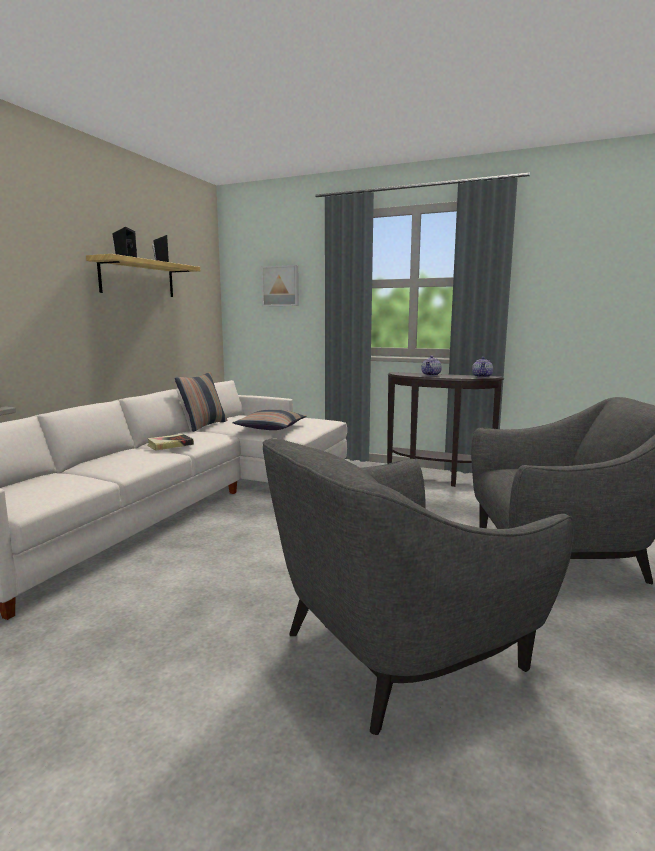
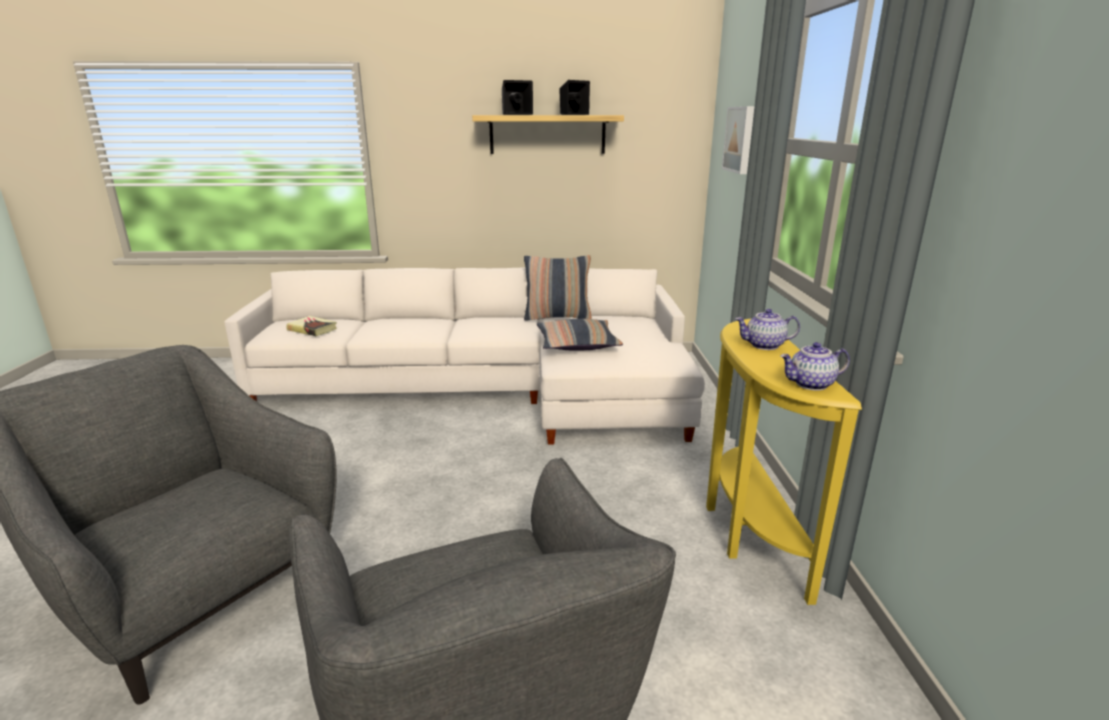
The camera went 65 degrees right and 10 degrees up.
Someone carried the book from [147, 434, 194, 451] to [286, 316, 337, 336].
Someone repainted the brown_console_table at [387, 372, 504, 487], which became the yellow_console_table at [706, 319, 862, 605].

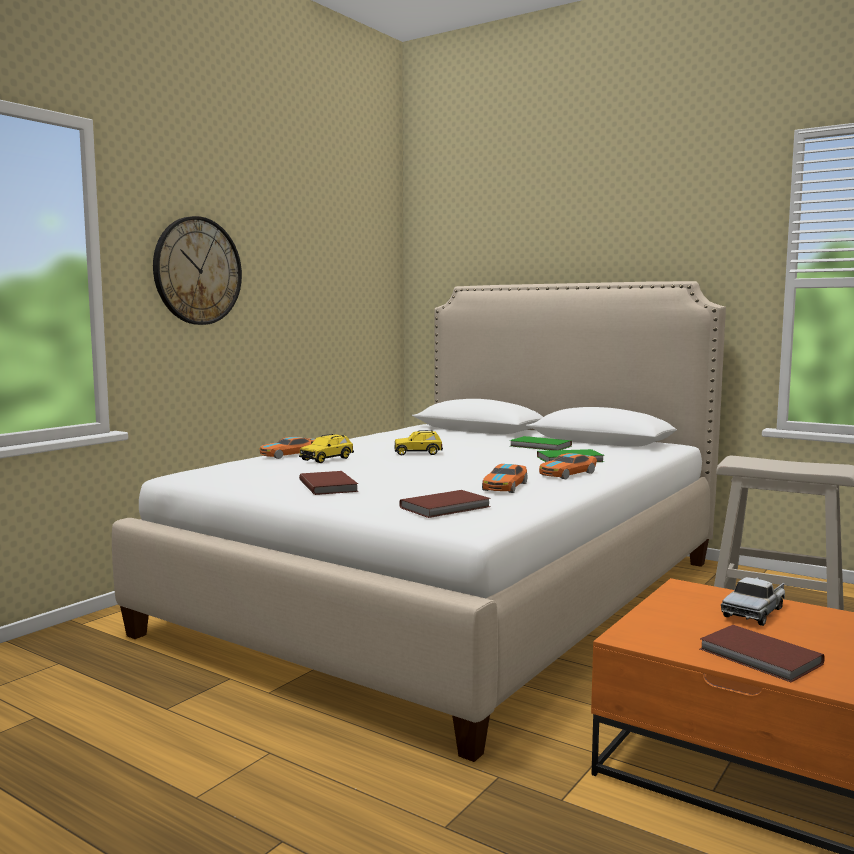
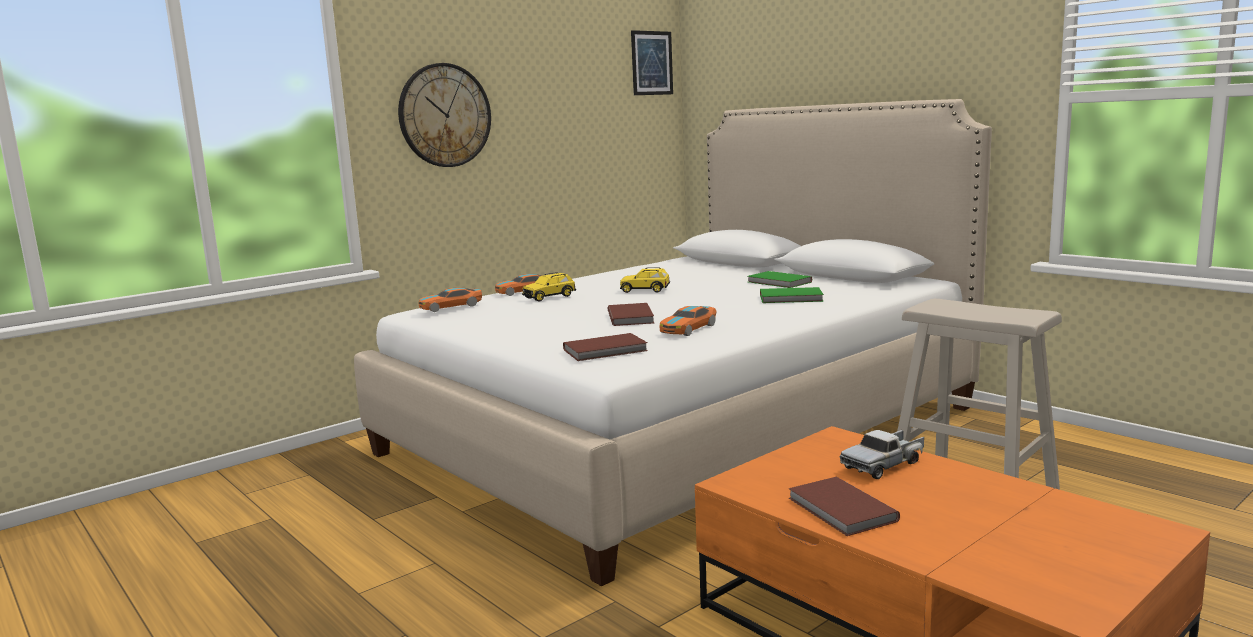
The camera went 15 degrees right and 5 degrees up.
Someone carried the toy_car from [539, 453, 597, 479] to [418, 287, 482, 312].
Someone carried the brown_book from [299, 471, 358, 495] to [608, 303, 654, 326].
Someone put up the picture at [631, 30, 673, 95].

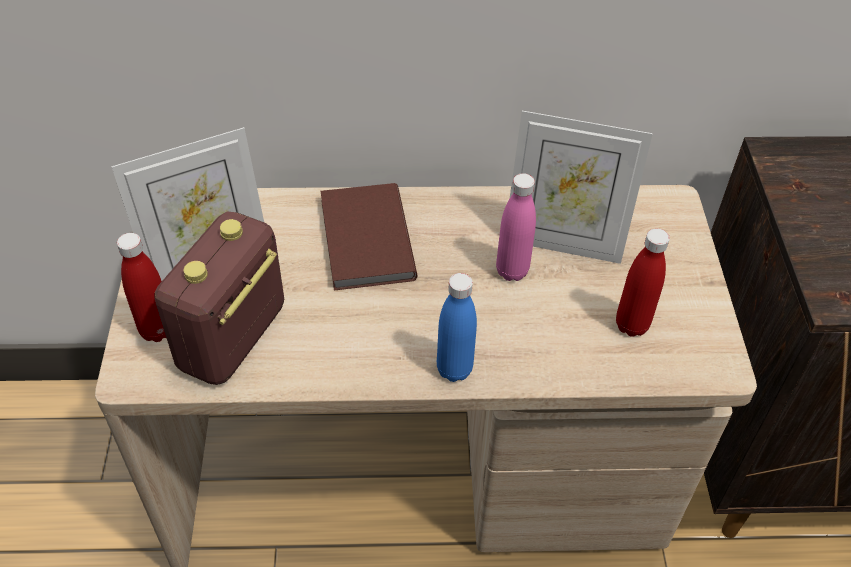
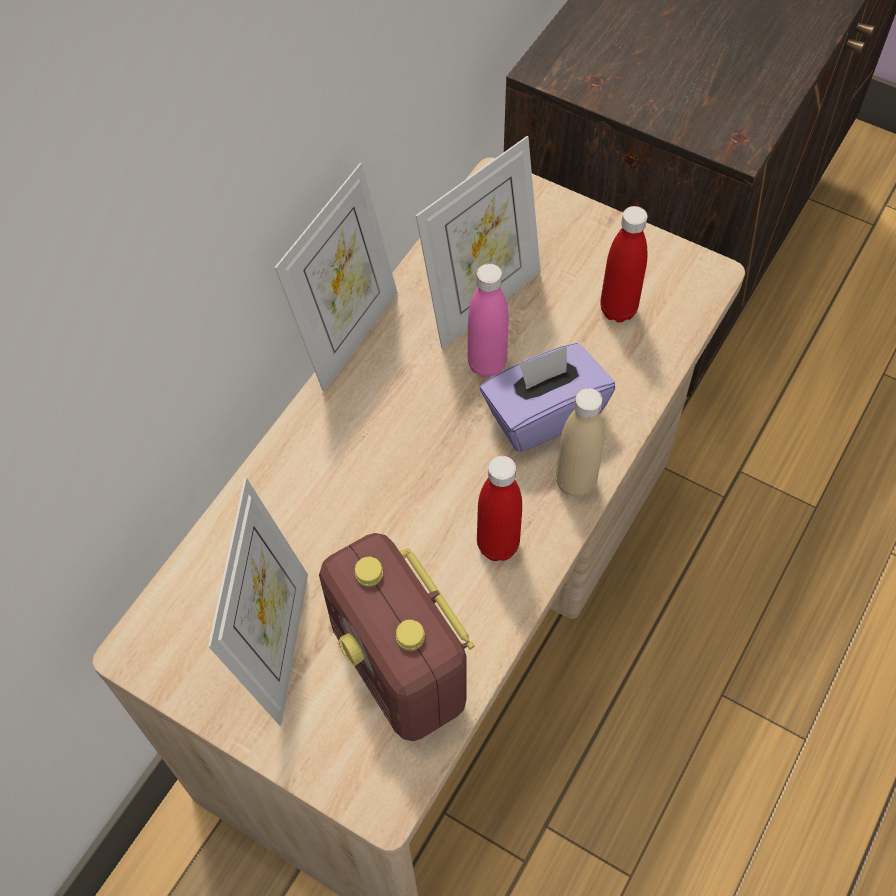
The camera went 55 degrees left and 10 degrees up.
Someone put down the picture_frame at [274, 163, 398, 392].
Someone carried the red_bottle from [117, 233, 166, 342] to [477, 456, 522, 561].
Someone put down the purple_tissue_box at [480, 343, 615, 452].
Someone repainted the blue_bottle at [437, 273, 477, 382], which became the beige_bottle at [556, 388, 605, 498].
Someone took away the brown_book at [321, 183, 417, 290].

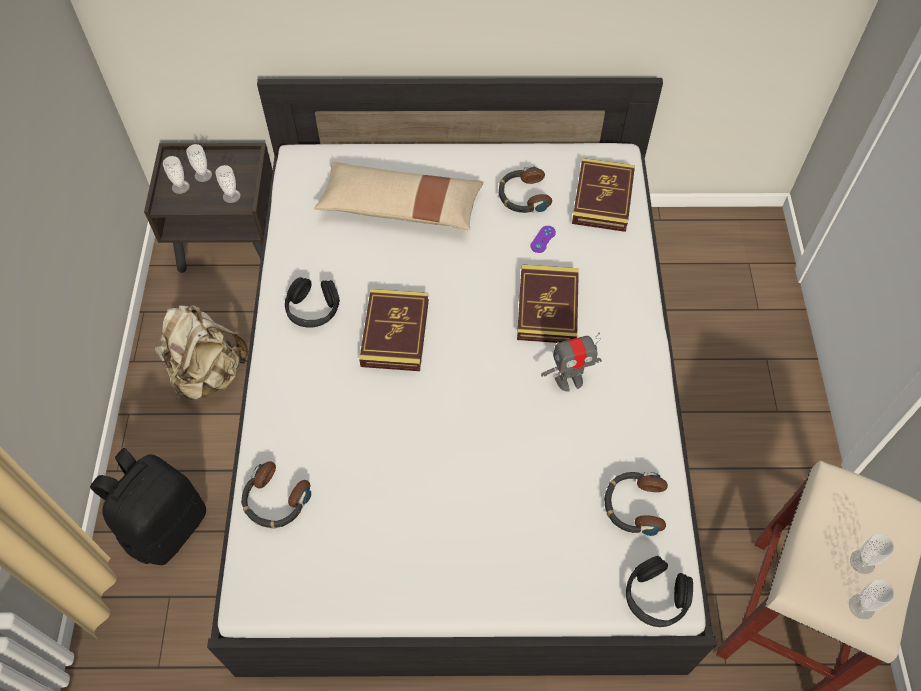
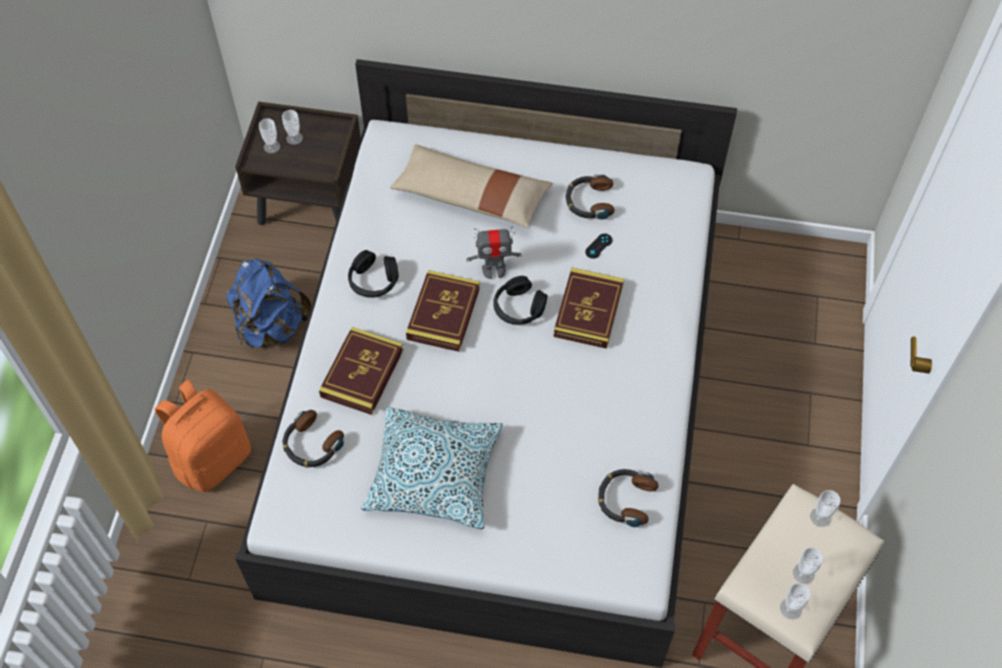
The camera went 10 degrees right and 0 degrees up.
Someone repainted the black_backpack at [90, 448, 206, 565], which became the orange_backpack at [155, 380, 251, 492].
Someone repainted the beige_backpack at [155, 305, 249, 400], which became the blue_backpack at [226, 259, 311, 348].
Someone carried the book from [572, 158, 635, 232] to [319, 327, 403, 415].
Someone put down the pillow at [361, 407, 503, 529].
Someone carried the toy_robot from [541, 333, 602, 391] to [466, 226, 522, 279].
Someone carried the black_headphones from [626, 556, 693, 627] to [493, 276, 547, 325].
Someone repainted the purple_game_controller at [531, 226, 556, 253], which became the black_game_controller at [585, 234, 612, 259].
Someone carried the cup from [215, 165, 241, 203] to [810, 490, 841, 527].

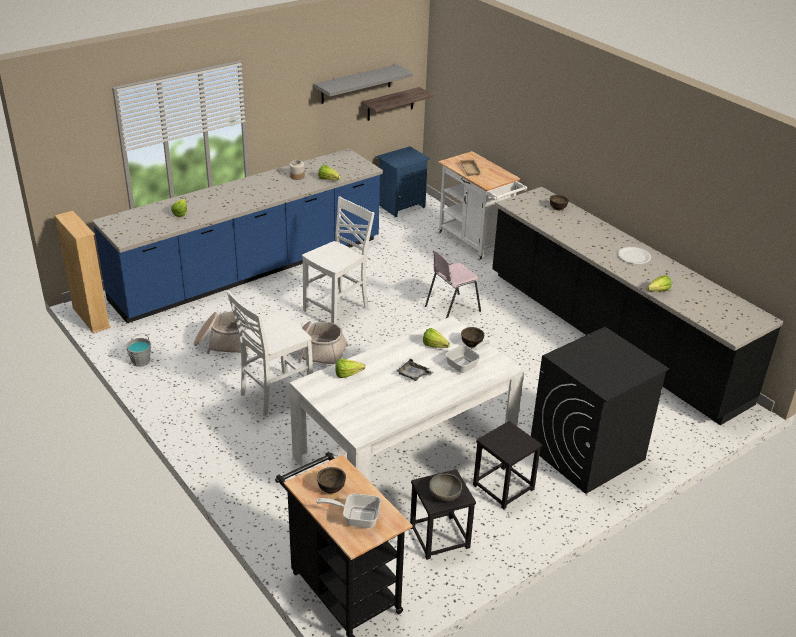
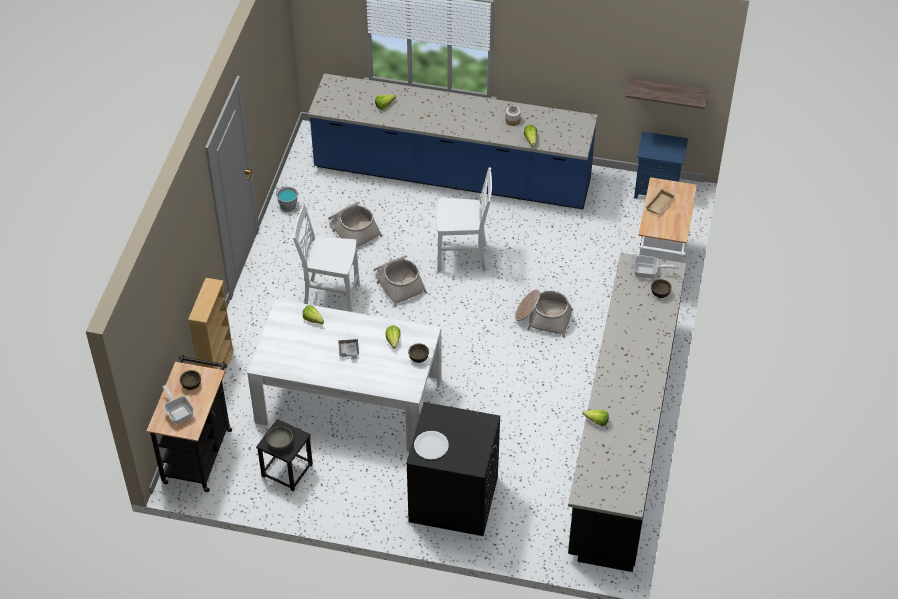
The camera went 50 degrees right and 15 degrees up.
Someone carried the beige_bookcase from [55, 211, 111, 334] to [188, 278, 234, 380].
Someone carried the white_plate from [618, 247, 651, 264] to [414, 431, 449, 460].
Someone swapped the pink_chair at [425, 250, 481, 318] for the basket at [515, 290, 573, 338].
Someone carried the frying_pan from [445, 340, 490, 373] to [634, 255, 677, 278].
Someone took away the grey_shelf at [314, 64, 413, 104].
Someone took away the black_stool at [473, 421, 542, 510].

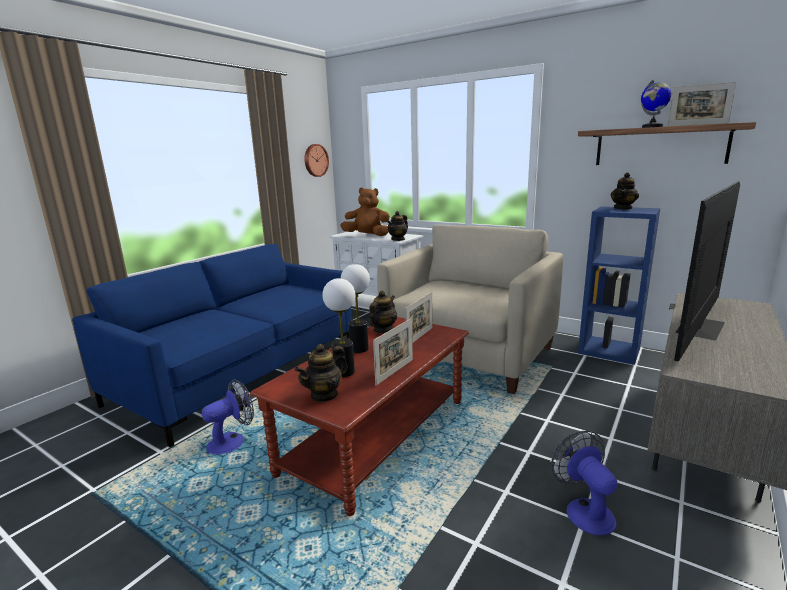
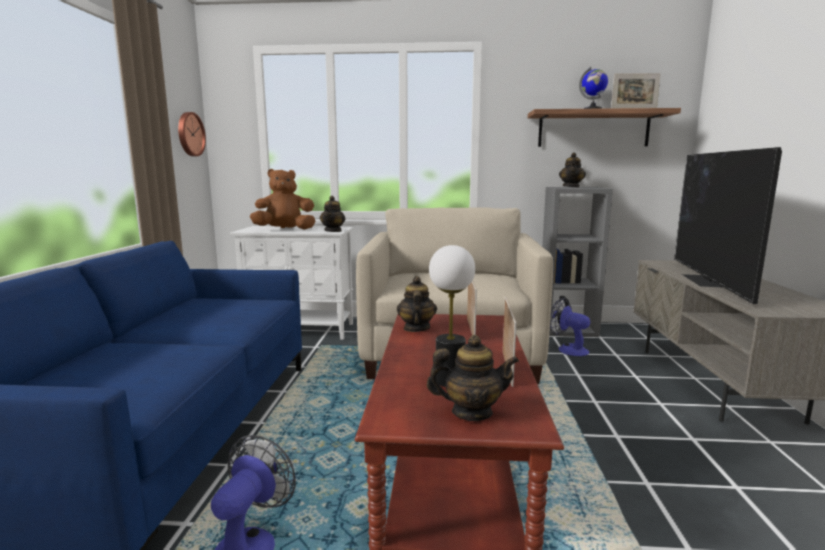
The camera went 30 degrees left and 5 degrees down.
Someone rotated the teapot at [295, 344, 348, 403] by 105 degrees counterclockwise.
Someone repainted the blue_bookcase at [578, 206, 660, 365], which became the grey_bookcase at [542, 187, 613, 337].
Someone carried the fan from [551, 431, 618, 536] to [550, 298, 590, 356].
Someone took away the table_lamp at [341, 264, 370, 353].

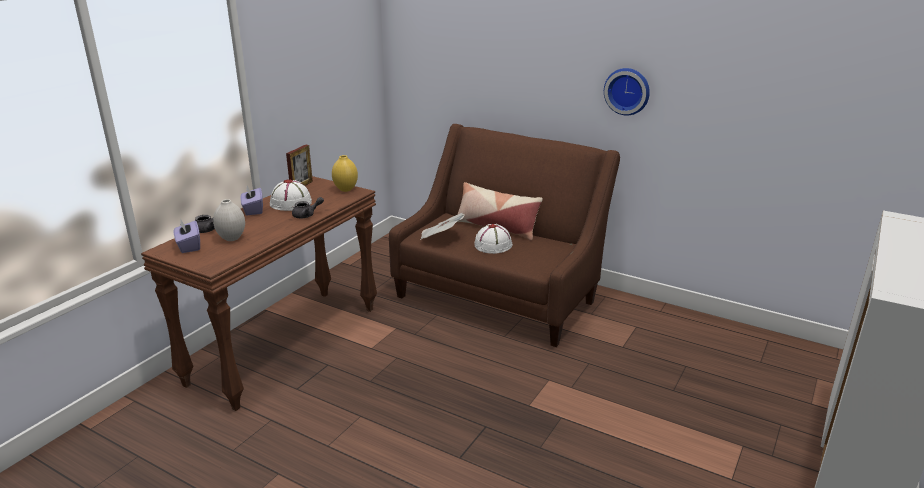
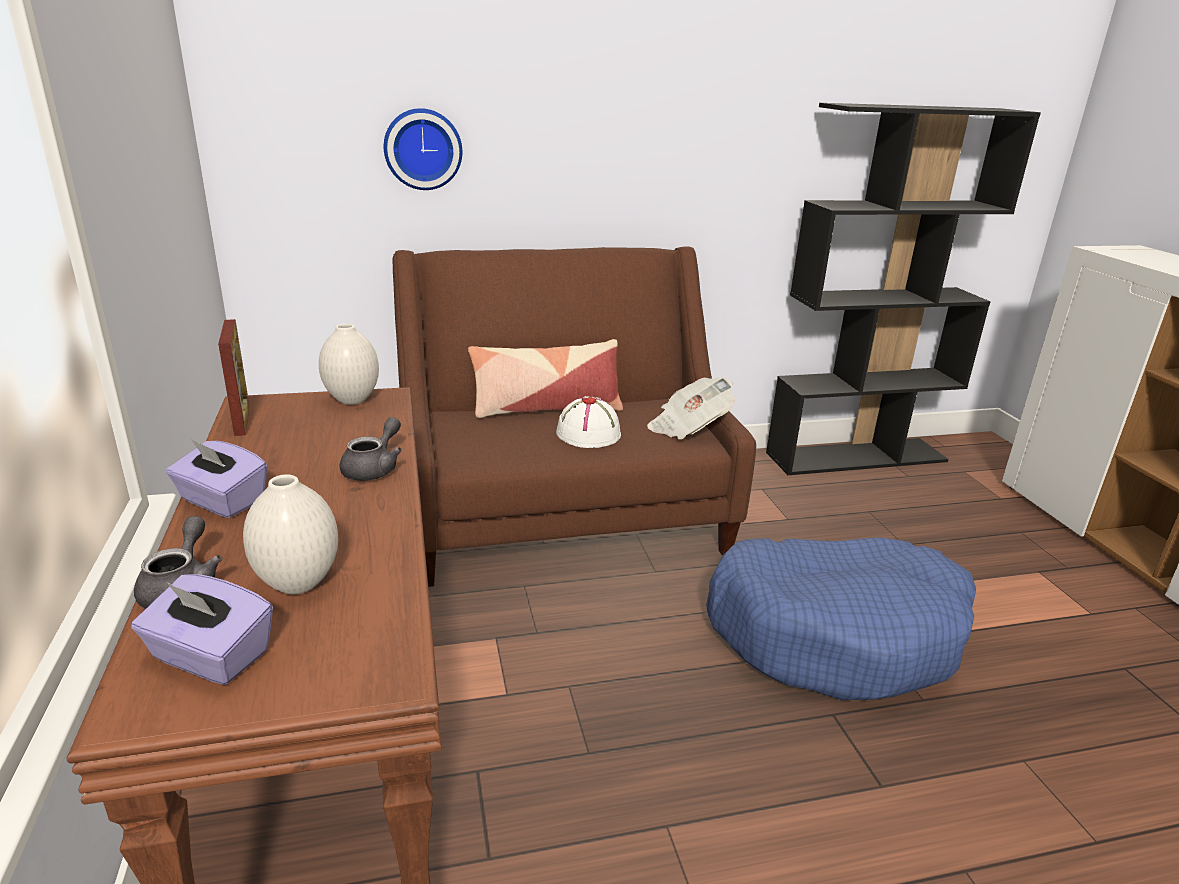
The camera went 45 degrees left and 0 degrees up.
Someone repainted the yellow_vase at [332, 155, 358, 192], which became the white_vase at [319, 323, 379, 405].
Someone carried the wall_clock from [604, 68, 650, 116] to [384, 108, 462, 190].
Someone carried the newspaper from [420, 213, 465, 240] to [647, 378, 735, 439].
Someone put down the blue_dog_bed at [706, 537, 976, 700].
Someone put down the black_bookcase at [766, 103, 1041, 475].
Someone took away the white_hat at [270, 179, 312, 211].

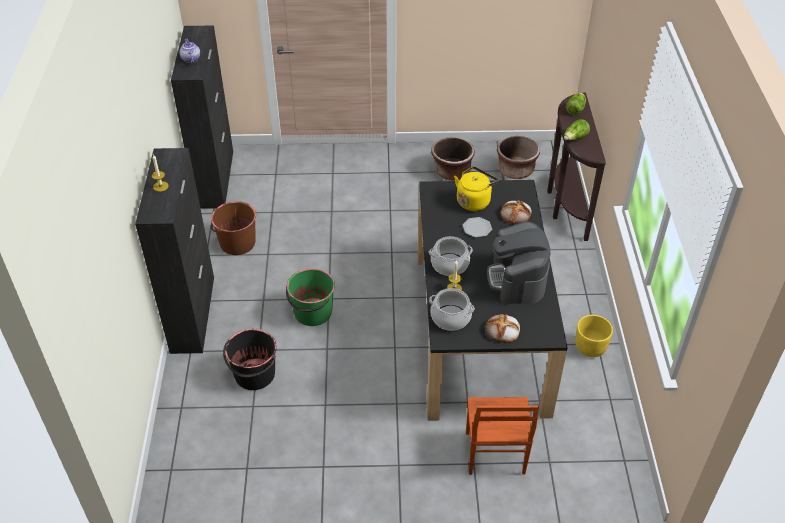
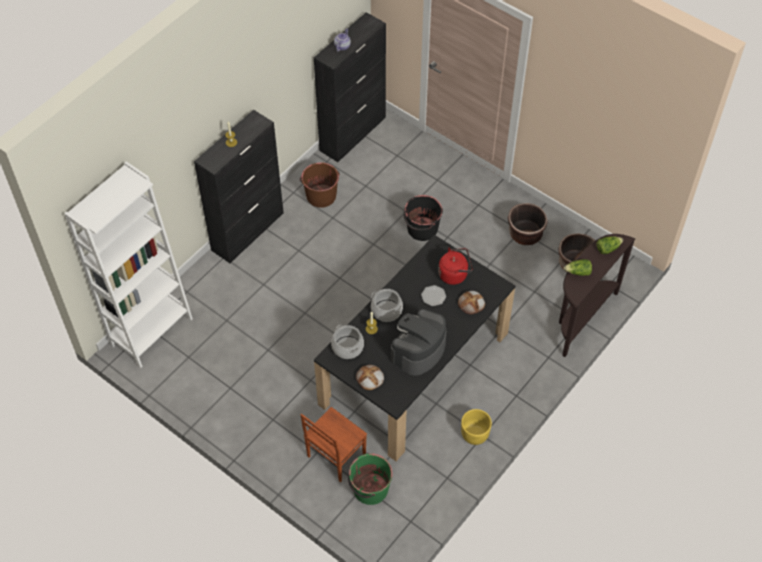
The camera went 40 degrees right and 10 degrees up.
Someone put down the white_bookcase at [64, 161, 193, 368].
Someone carried the green_bucket from [286, 268, 335, 326] to [348, 453, 393, 505].
Someone carried the black_bucket from [223, 329, 277, 390] to [404, 195, 443, 241].
Someone repainted the yellow_kettle at [454, 167, 498, 211], which became the red_kettle at [438, 248, 472, 285].

